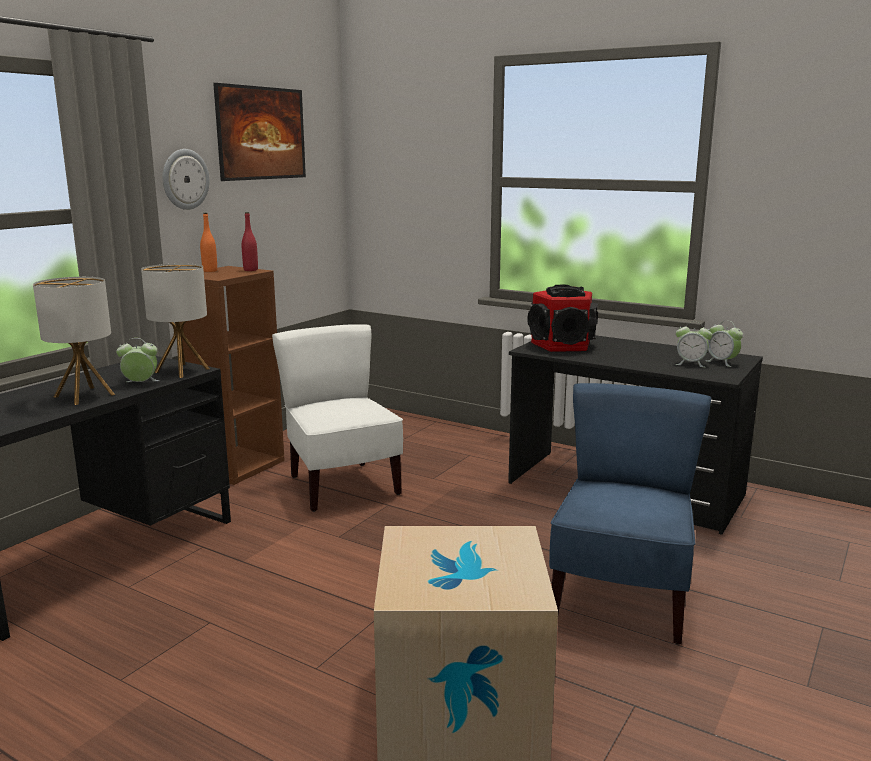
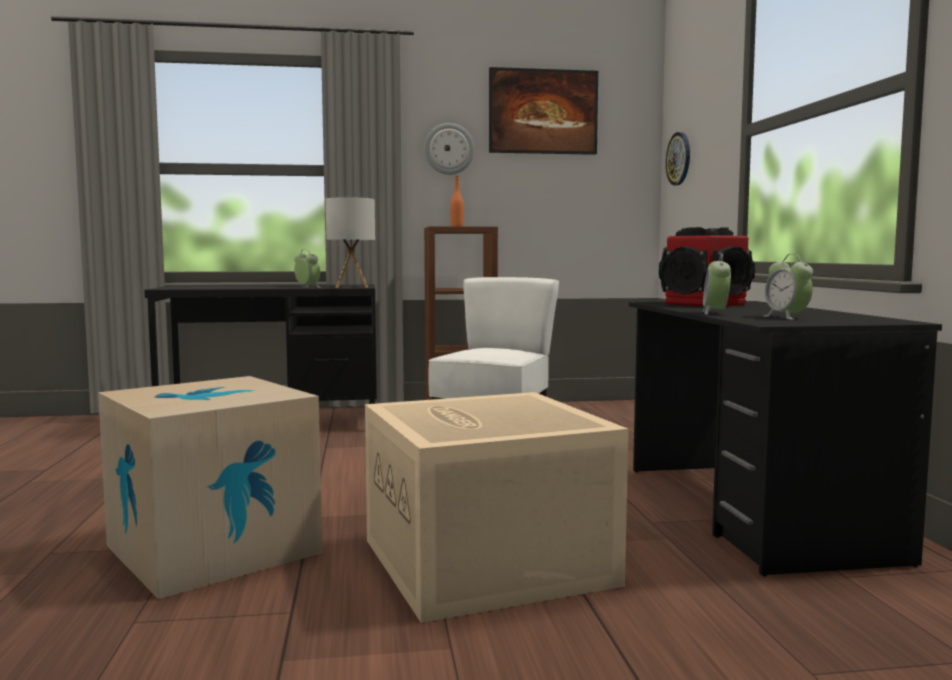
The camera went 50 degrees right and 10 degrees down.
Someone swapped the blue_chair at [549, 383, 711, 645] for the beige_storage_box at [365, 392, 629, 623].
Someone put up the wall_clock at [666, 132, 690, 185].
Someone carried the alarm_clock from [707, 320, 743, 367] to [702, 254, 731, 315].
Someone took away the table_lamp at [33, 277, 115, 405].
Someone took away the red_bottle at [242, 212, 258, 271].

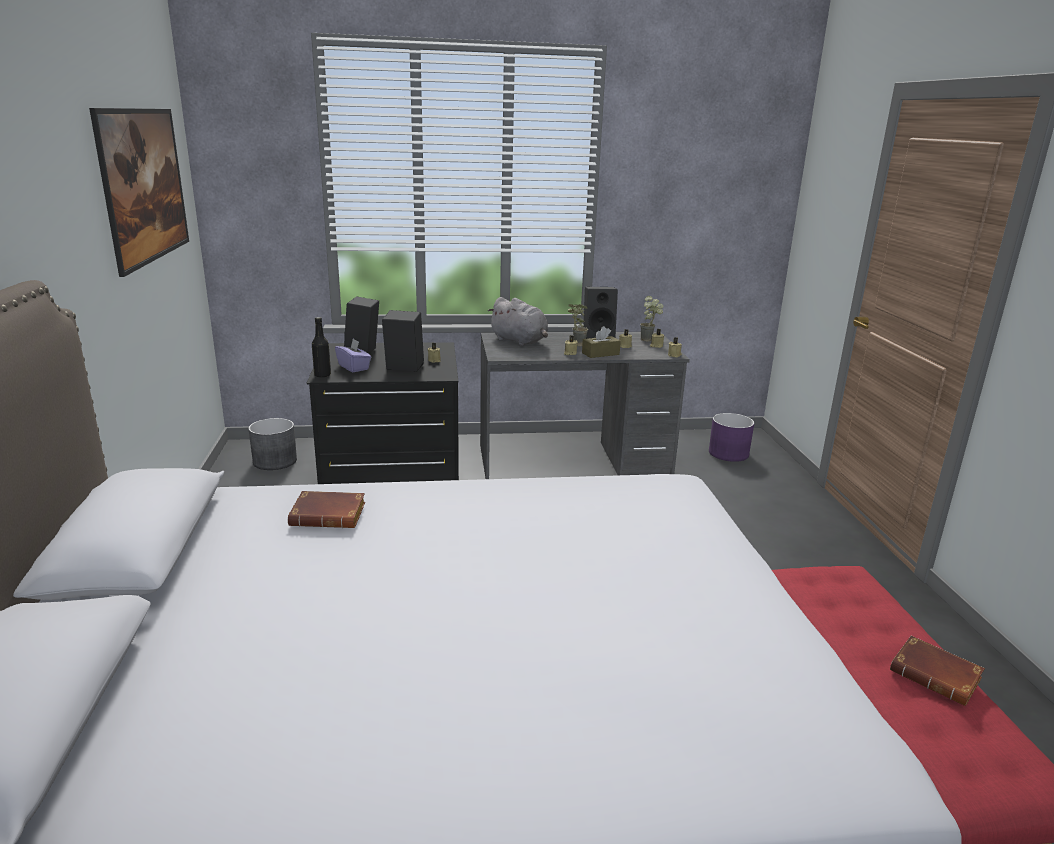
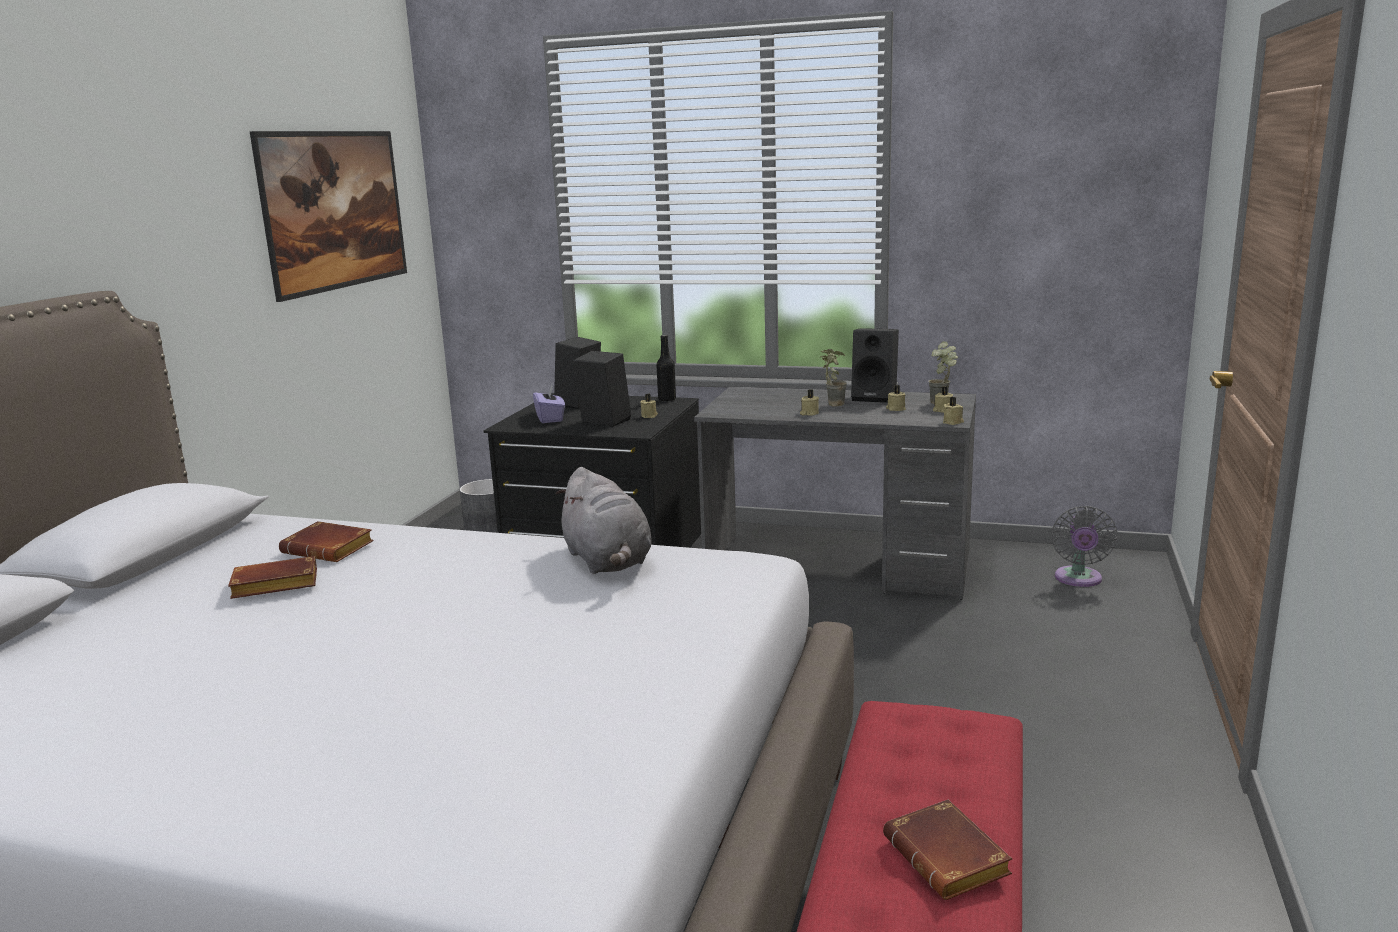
The camera went 25 degrees right and 5 degrees down.
Someone put down the brown_book at [228, 556, 317, 599].
Someone carried the grey_plush_toy from [488, 297, 548, 346] to [556, 467, 652, 574].
Someone carried the black_bottle from [312, 317, 331, 378] to [656, 335, 676, 402].
Someone swapped the purple_planter at [709, 413, 754, 462] for the grey_fan at [1051, 506, 1117, 587].
Someone took away the brown_tissue_box at [582, 326, 621, 358].

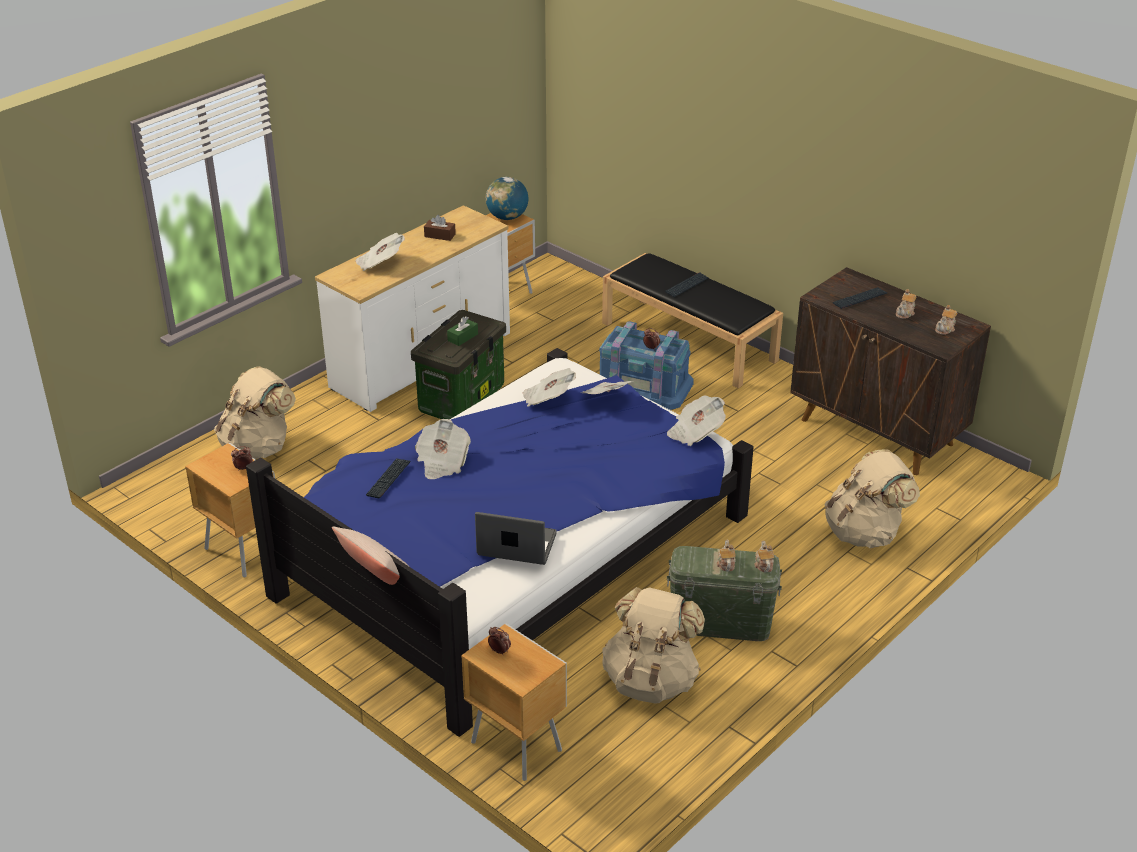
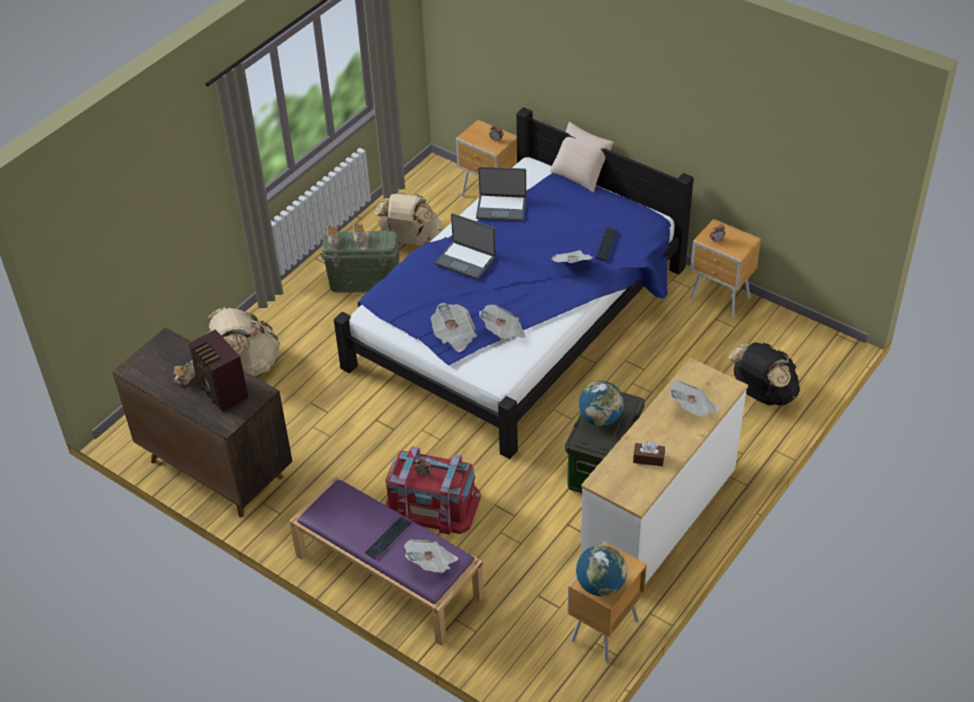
The camera went 175 degrees right and 10 degrees up.
Someone swapped the keyboard at [833, 287, 887, 309] for the radio at [189, 329, 249, 412].
Someone repainted the black_bench at [602, 253, 783, 388], which became the purple_bench at [289, 476, 484, 646].
Someone repainted the blue_storage_box at [599, 321, 694, 410], which became the red_storage_box at [385, 446, 481, 535].
Someone carried the newspaper from [667, 395, 726, 446] to [404, 540, 458, 573].
Someone put down the laptop at [435, 213, 496, 280].
Someone swapped the green_tissue_box at [447, 316, 478, 346] for the globe at [578, 381, 624, 427].
Someone repainted the beige_backpack at [214, 366, 296, 459], which became the black_backpack at [728, 342, 800, 406].
Someone took away the teapot at [935, 305, 957, 335].

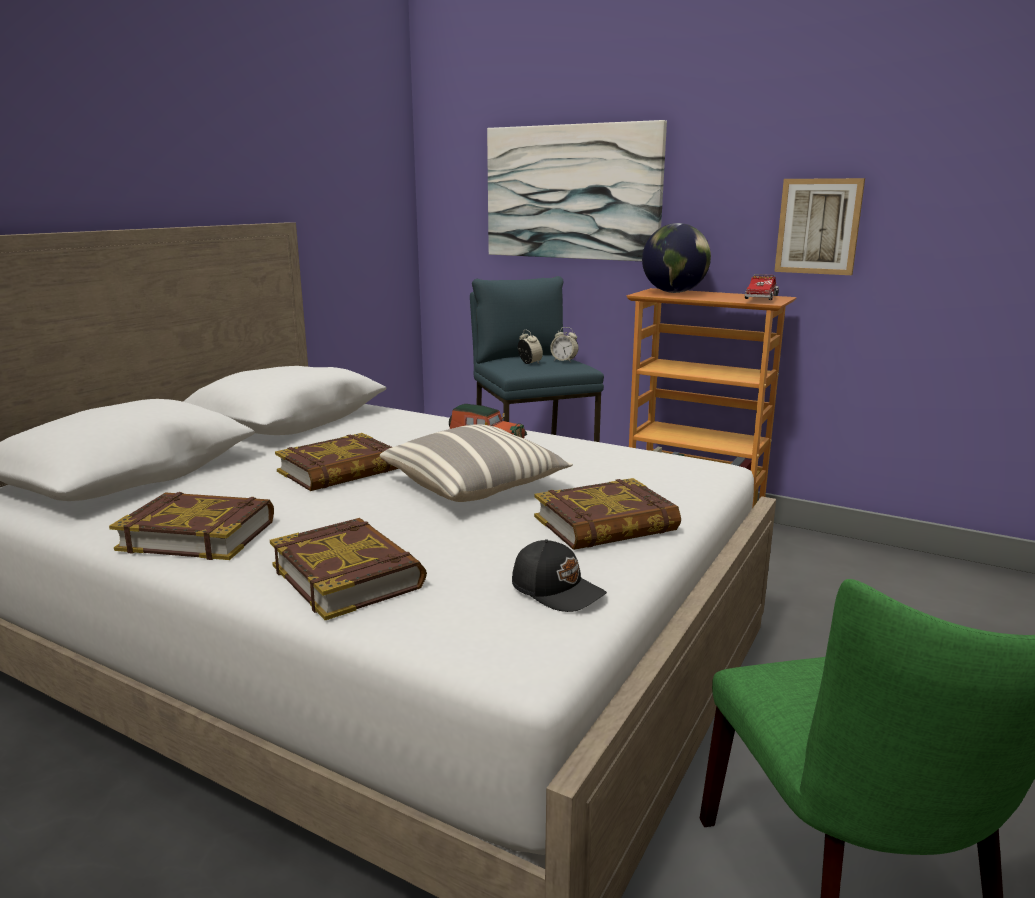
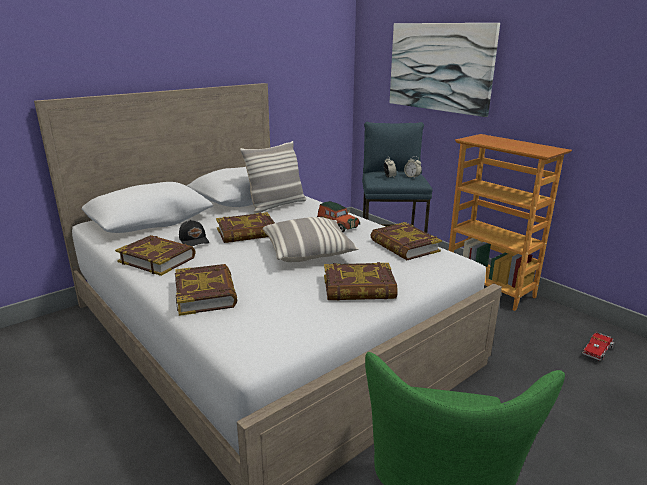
The camera went 20 degrees right and 5 degrees up.
Someone carried the black_cap from [512, 539, 607, 612] to [179, 220, 209, 246].
Someone put down the pillow at [240, 141, 306, 214].
Someone put down the book at [370, 222, 442, 260].
Someone carried the toy_truck from [745, 274, 779, 300] to [582, 332, 614, 361].
Someone took away the globe at [642, 223, 711, 293].
Someone took away the picture at [774, 178, 865, 275].

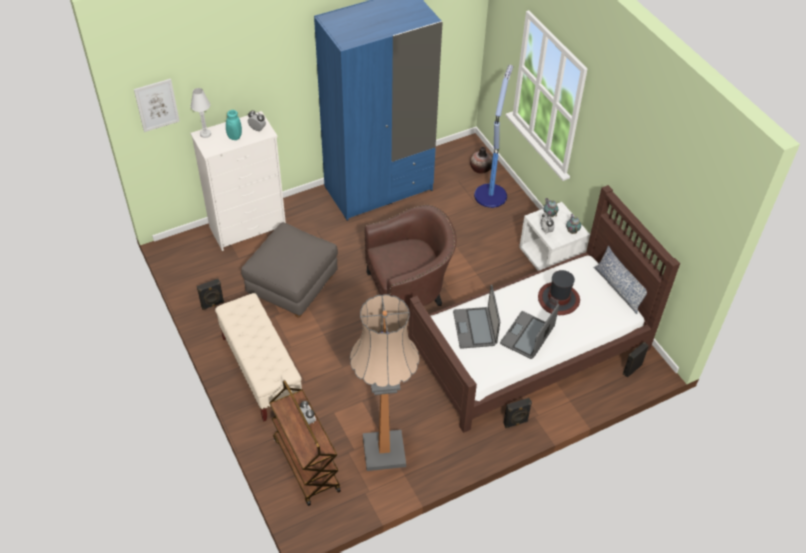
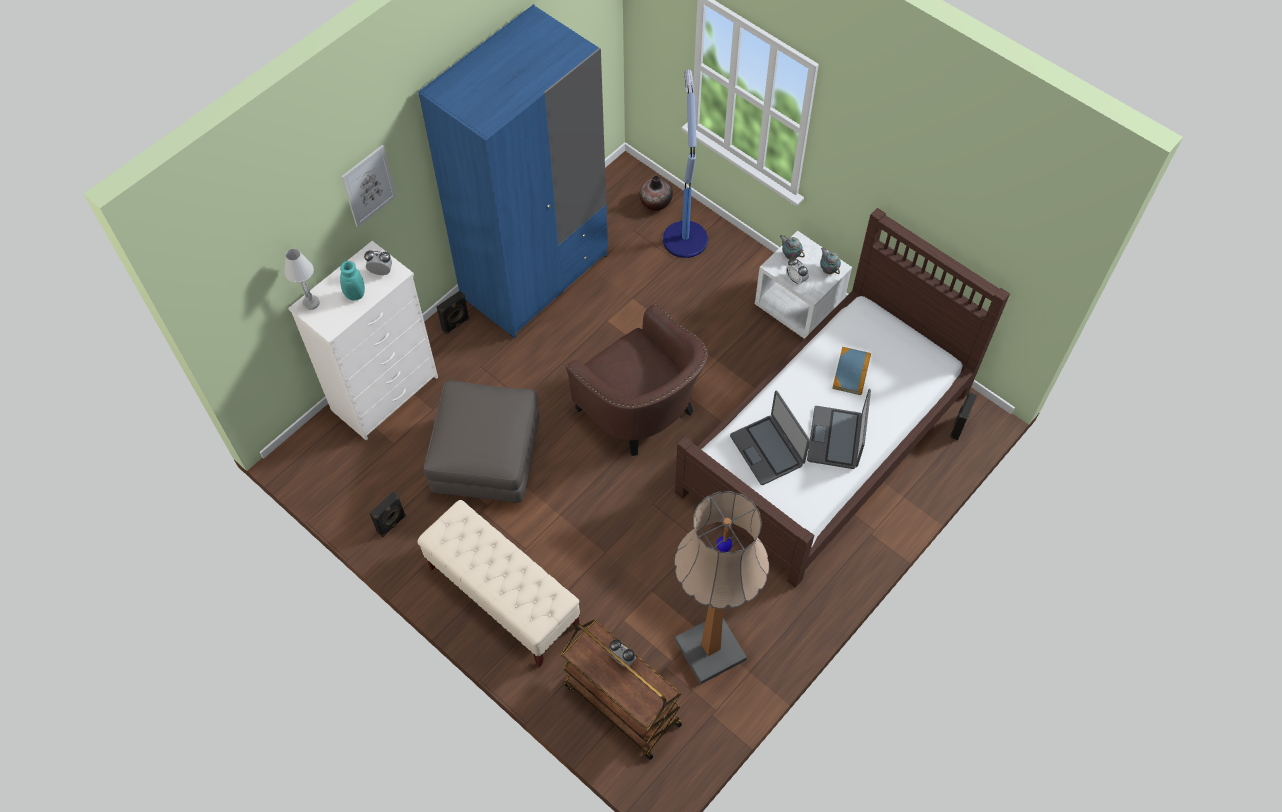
The camera went 20 degrees left and 10 degrees up.
Someone carried the picture from [134, 79, 180, 132] to [341, 145, 396, 227].
Someone carried the black_speaker from [503, 398, 532, 428] to [436, 291, 469, 334].
Someone rotated the brown_armchair at [364, 205, 456, 308] by 90 degrees clockwise.
Someone swapped the hat at [538, 270, 580, 315] for the book at [832, 347, 871, 395].
Someone took away the pillow at [594, 246, 647, 314].

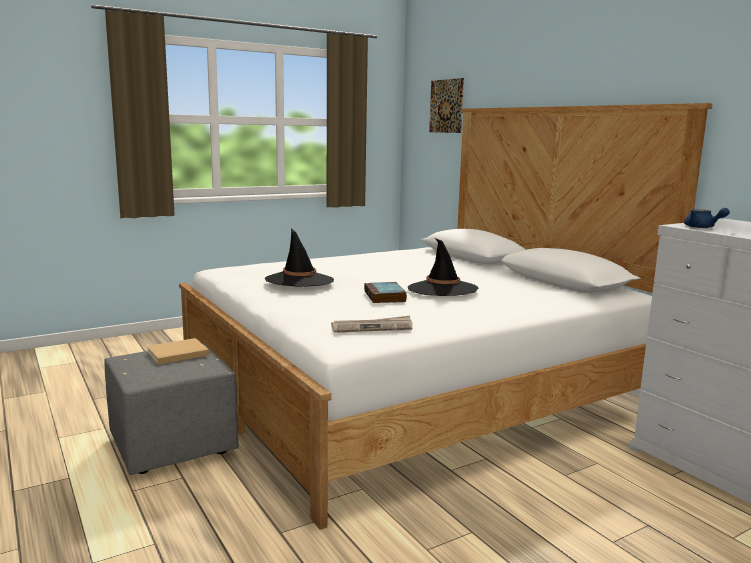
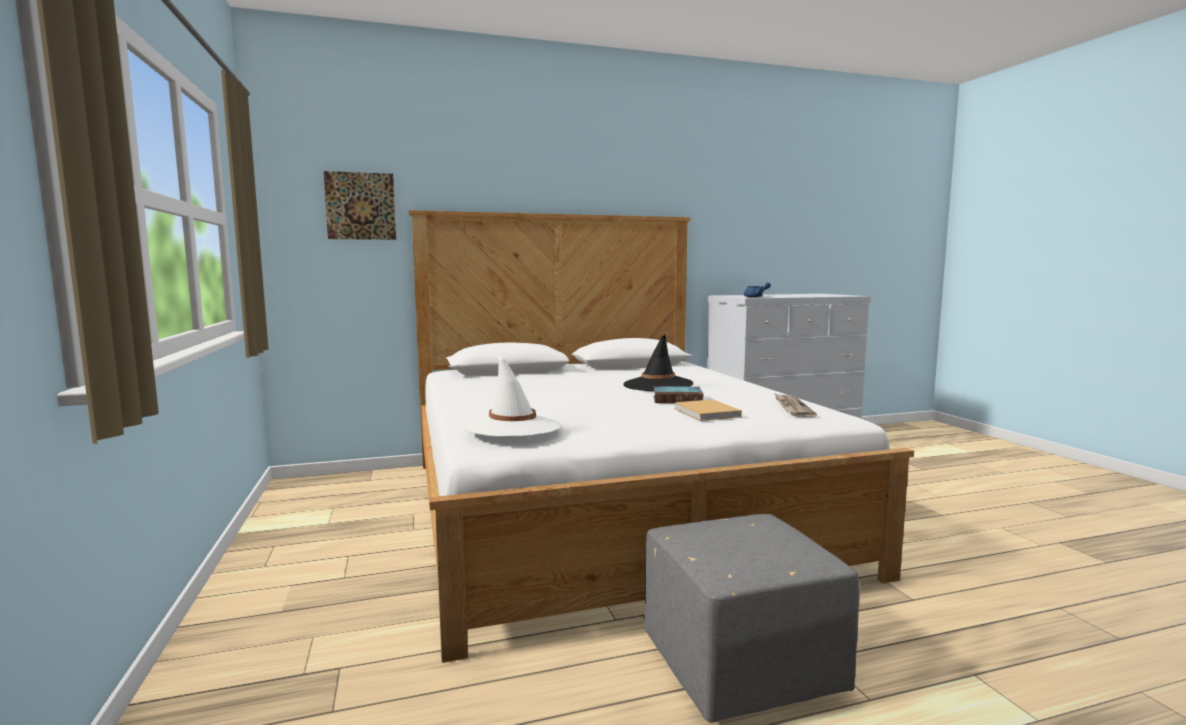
The camera went 75 degrees left and 5 degrees down.
Someone put down the white_hat at [463, 354, 561, 437].
Someone carried the beige_book from [147, 338, 209, 365] to [674, 399, 742, 421].
Someone took away the black_hat at [265, 228, 334, 287].

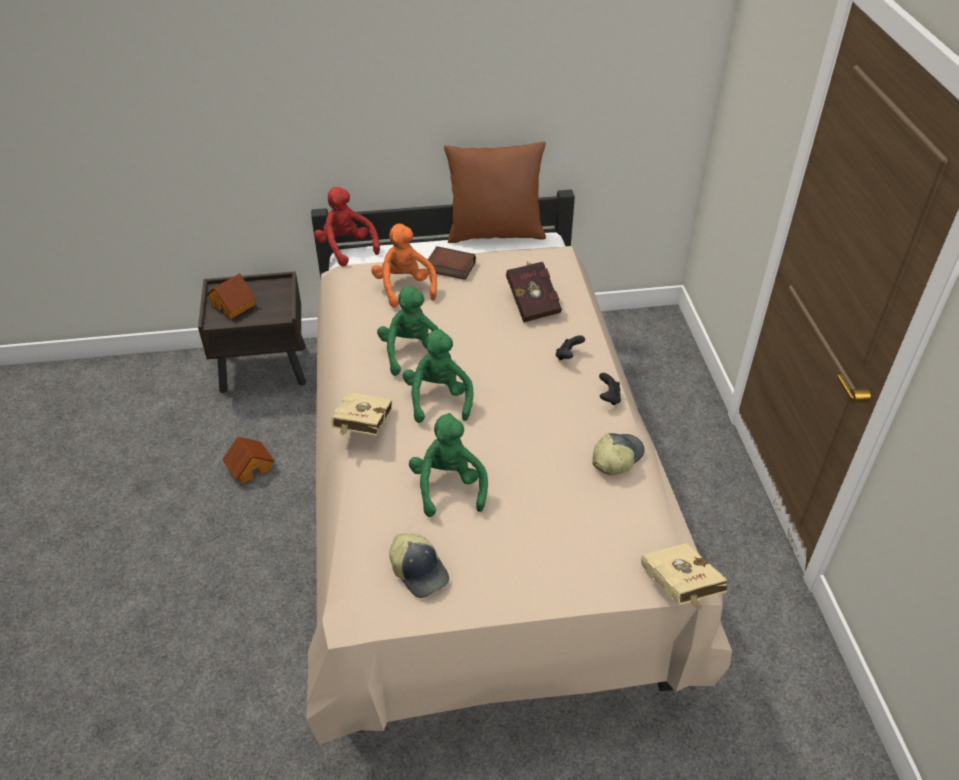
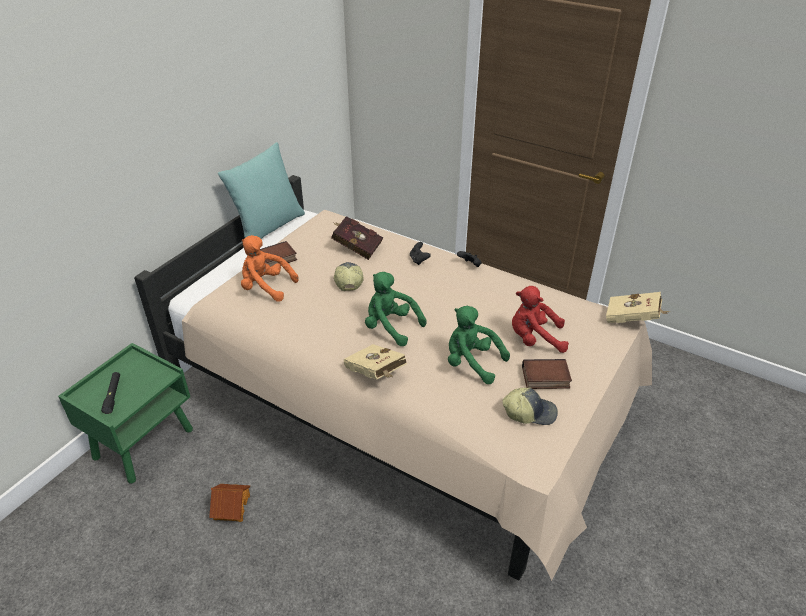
The camera went 50 degrees left and 5 degrees down.
Someone repainted the brown_nightstand at [198, 271, 306, 393], which became the green_nightstand at [58, 343, 193, 484].
Someone swapped the toy_house at [206, 273, 256, 319] for the black_flashlight at [101, 372, 120, 414].
Someone repainted the brown_pillow at [444, 142, 546, 243], which became the turquoise_pillow at [218, 142, 305, 239].
Someone carried the cap from [592, 433, 645, 476] to [334, 262, 363, 291].
Someone carried the red_plush_toy from [314, 187, 380, 267] to [512, 286, 569, 353].
Someone put down the book at [522, 359, 572, 389].
Someone took away the green_plush_toy at [377, 286, 440, 376].

